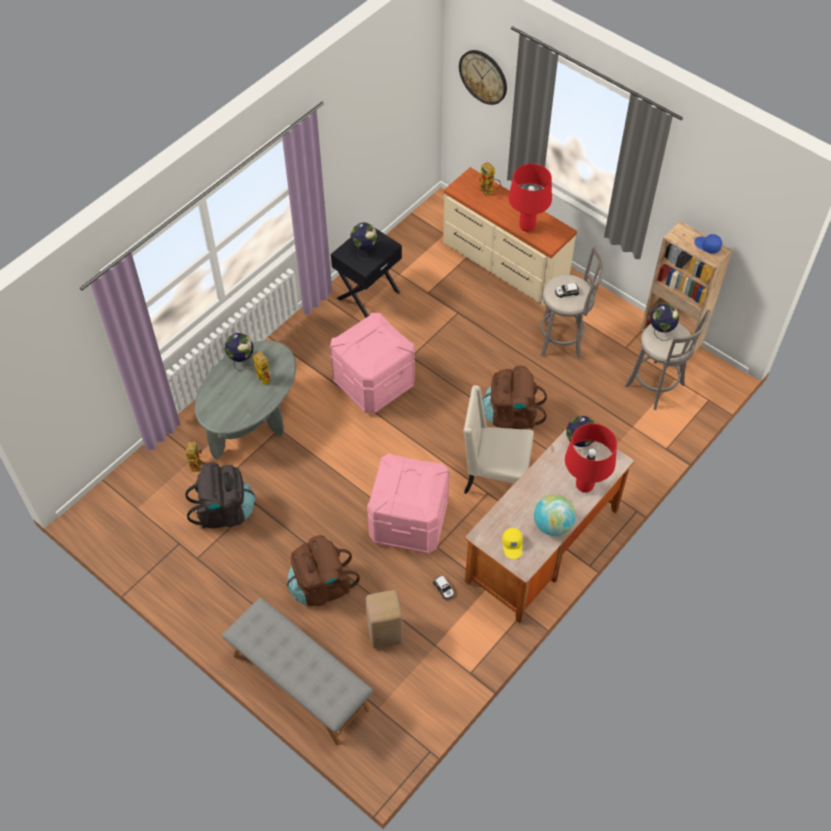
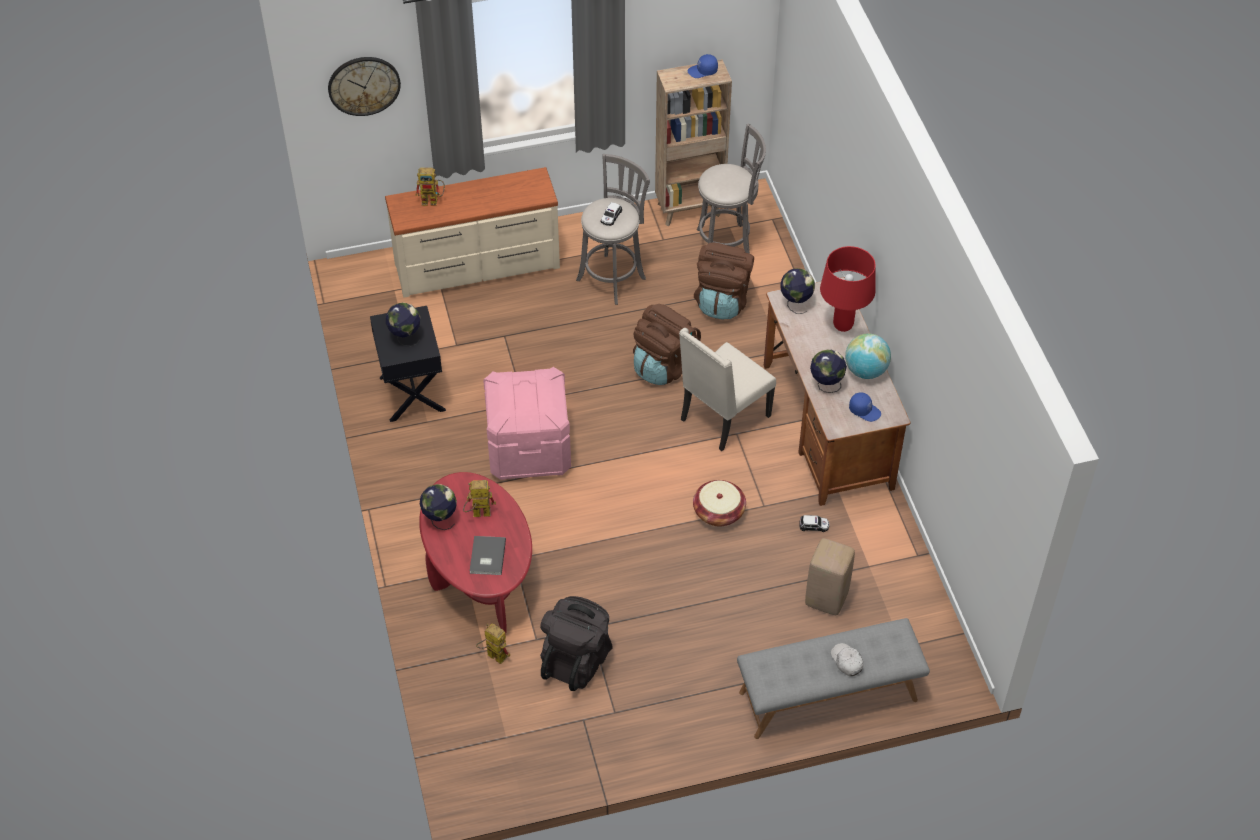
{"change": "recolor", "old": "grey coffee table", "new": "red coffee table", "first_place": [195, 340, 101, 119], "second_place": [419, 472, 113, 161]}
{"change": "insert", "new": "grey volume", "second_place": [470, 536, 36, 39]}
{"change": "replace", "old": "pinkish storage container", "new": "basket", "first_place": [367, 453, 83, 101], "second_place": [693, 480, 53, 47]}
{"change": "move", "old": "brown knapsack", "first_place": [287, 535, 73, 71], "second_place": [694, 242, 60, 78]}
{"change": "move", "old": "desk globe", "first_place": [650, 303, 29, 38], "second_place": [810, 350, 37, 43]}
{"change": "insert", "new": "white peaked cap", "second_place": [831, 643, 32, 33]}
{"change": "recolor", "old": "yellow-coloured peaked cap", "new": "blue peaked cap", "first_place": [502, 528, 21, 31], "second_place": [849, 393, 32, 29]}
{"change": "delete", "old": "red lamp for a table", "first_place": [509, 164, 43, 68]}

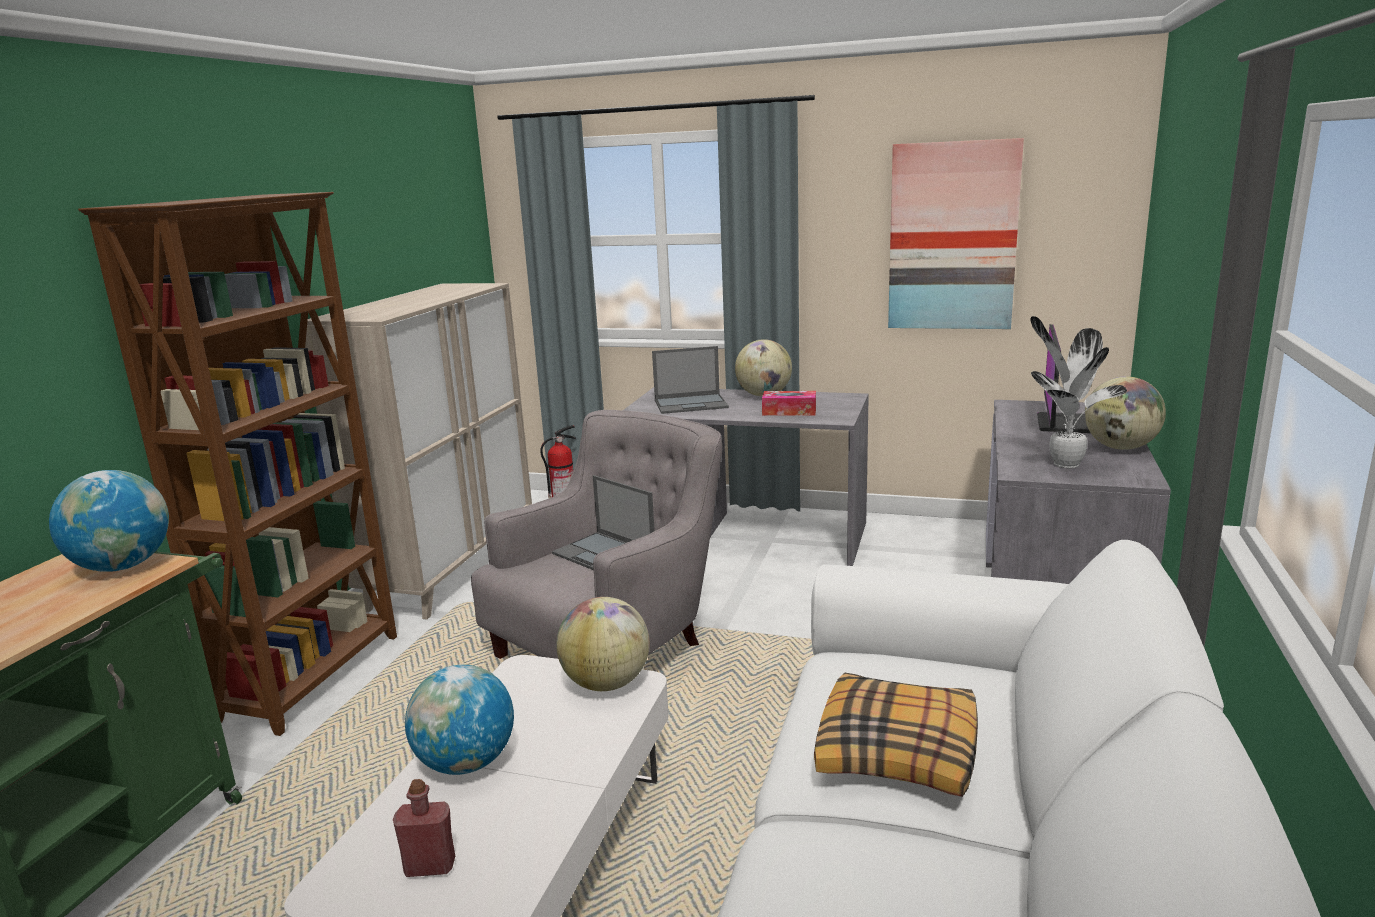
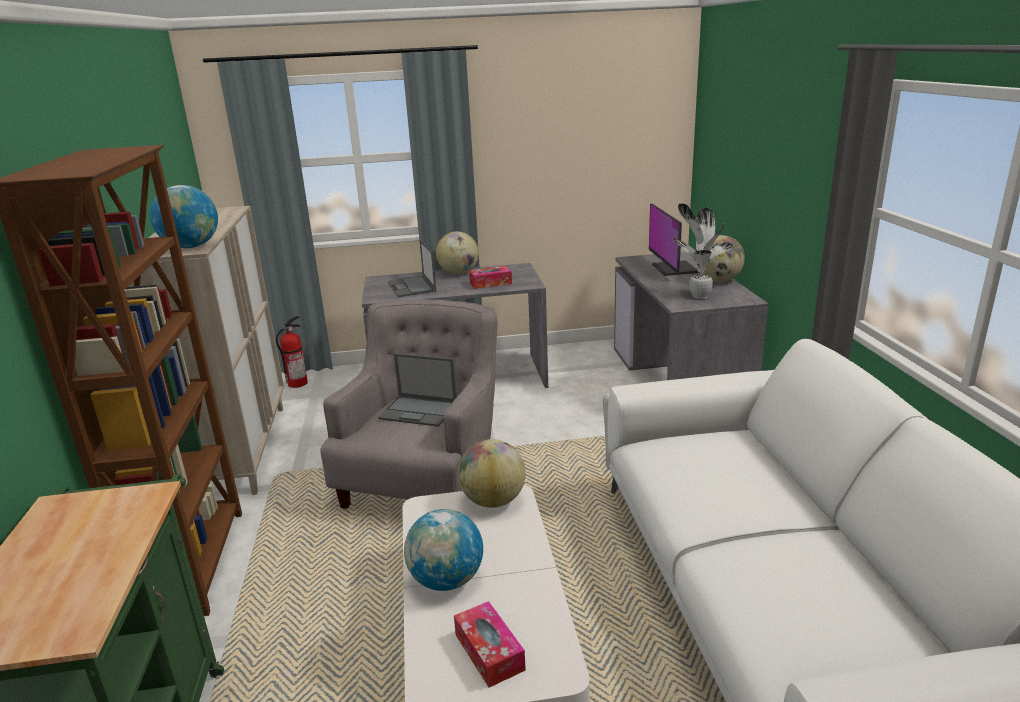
{"change": "move", "old": "desk globe", "first_place": [49, 470, 120, 102], "second_place": [150, 185, 68, 63]}
{"change": "rotate", "old": "portable computer", "first_place": [652, 346, 77, 68], "second_place": [388, 240, 48, 57], "degrees": 105}
{"change": "replace", "old": "red bottle", "new": "tissue holder", "first_place": [393, 779, 62, 98], "second_place": [454, 601, 72, 86]}
{"change": "delete", "old": "pillow", "first_place": [814, 673, 164, 124]}
{"change": "delete", "old": "wall picture", "first_place": [888, 138, 136, 191]}

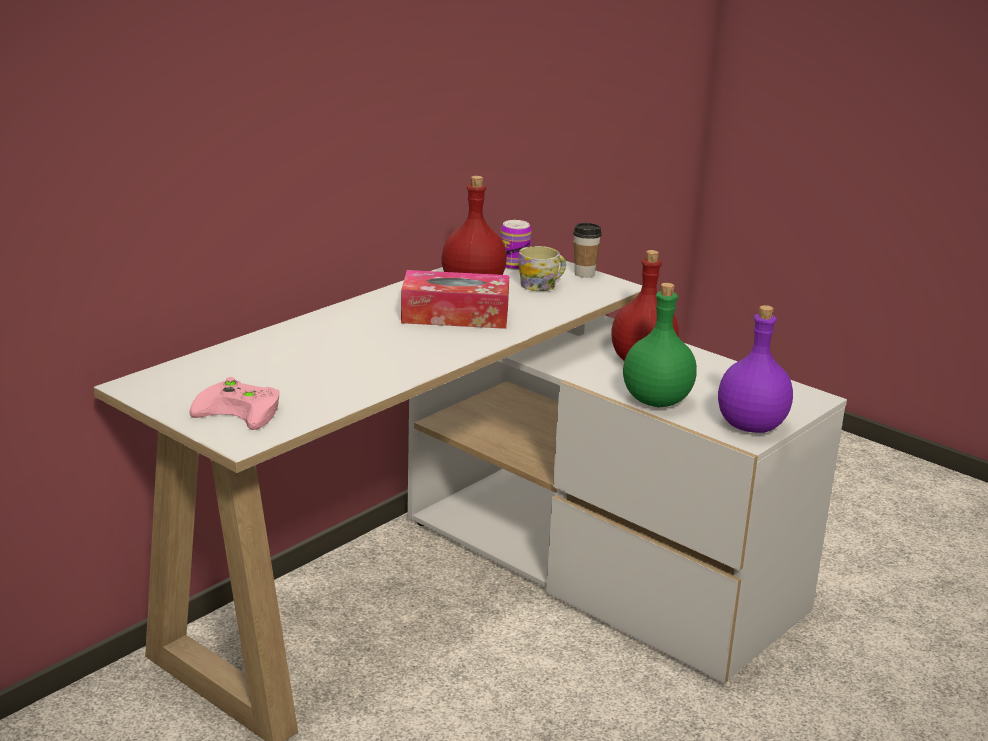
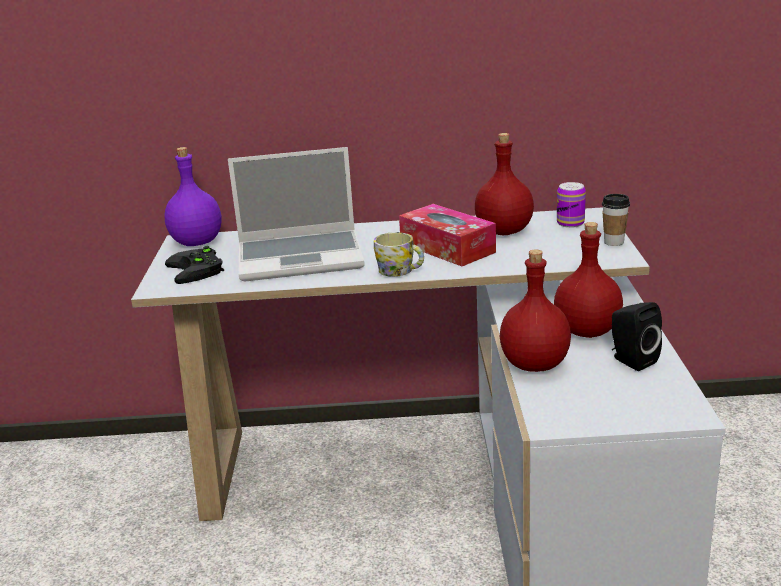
{"change": "move", "old": "purple bottle", "first_place": [718, 305, 75, 128], "second_place": [164, 147, 58, 99]}
{"change": "recolor", "old": "pinkish gamepad", "new": "black-coloured gamepad", "first_place": [190, 377, 90, 53], "second_place": [165, 246, 59, 38]}
{"change": "insert", "new": "portable computer", "second_place": [228, 147, 137, 135]}
{"change": "move", "old": "tea mug", "first_place": [518, 246, 48, 45], "second_place": [374, 232, 50, 45]}
{"change": "recolor", "old": "greenish bottle", "new": "red bottle", "first_place": [623, 283, 74, 124], "second_place": [500, 249, 71, 123]}
{"change": "insert", "new": "black-coloured loudspeaker", "second_place": [612, 302, 50, 69]}

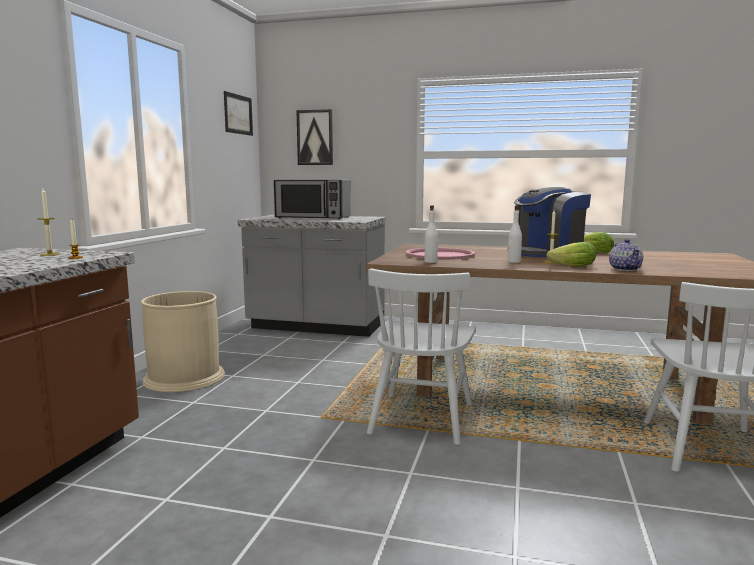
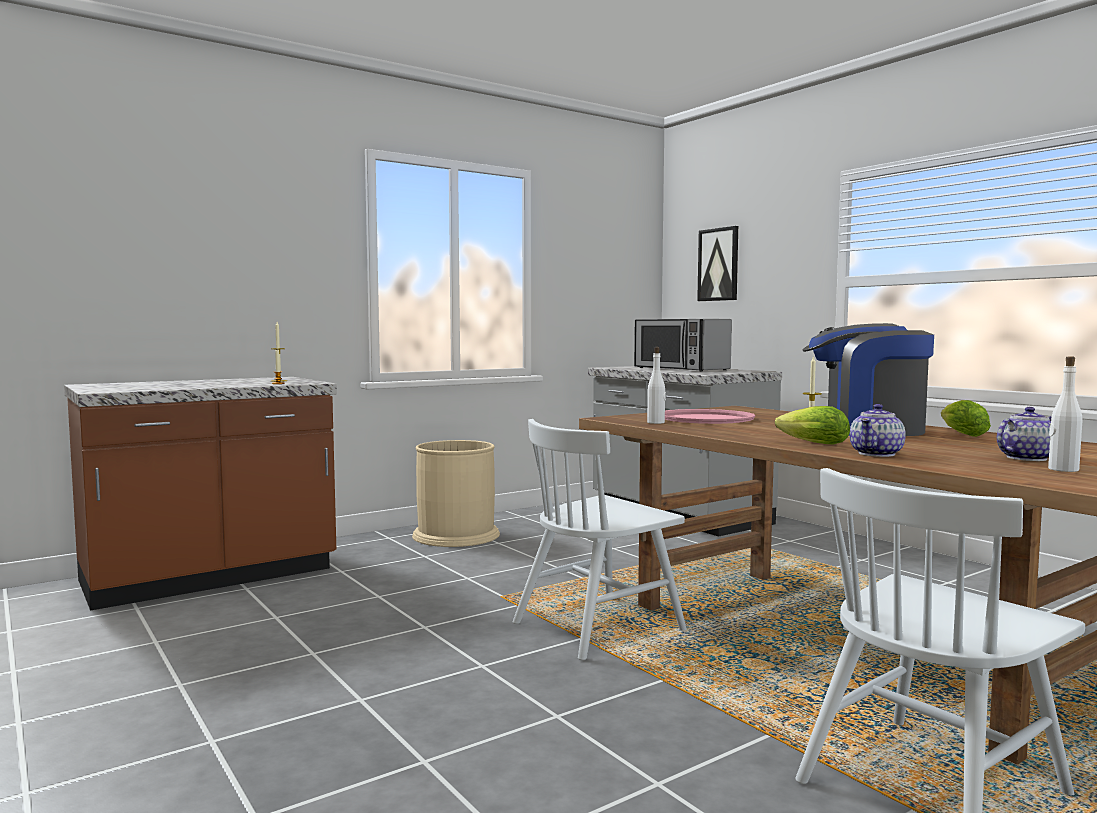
{"change": "insert", "new": "pot for tea", "second_place": [997, 407, 55, 54]}
{"change": "move", "old": "white bottle", "first_place": [508, 205, 14, 58], "second_place": [1048, 356, 34, 116]}
{"change": "delete", "old": "wall picture", "first_place": [224, 91, 29, 45]}

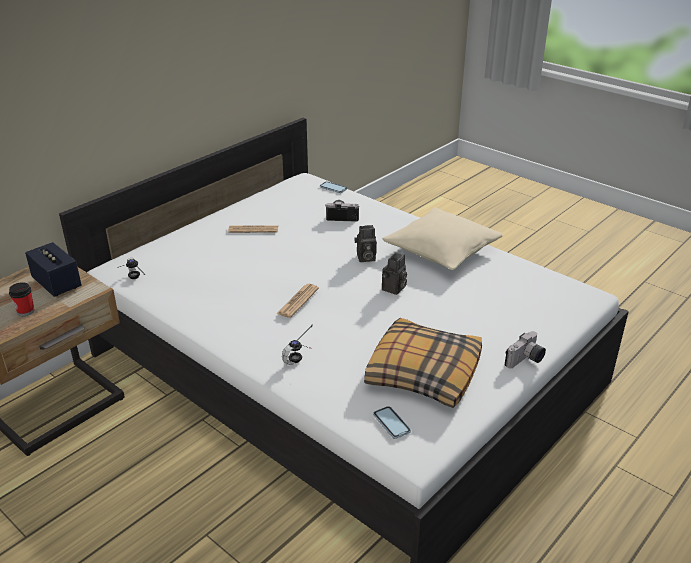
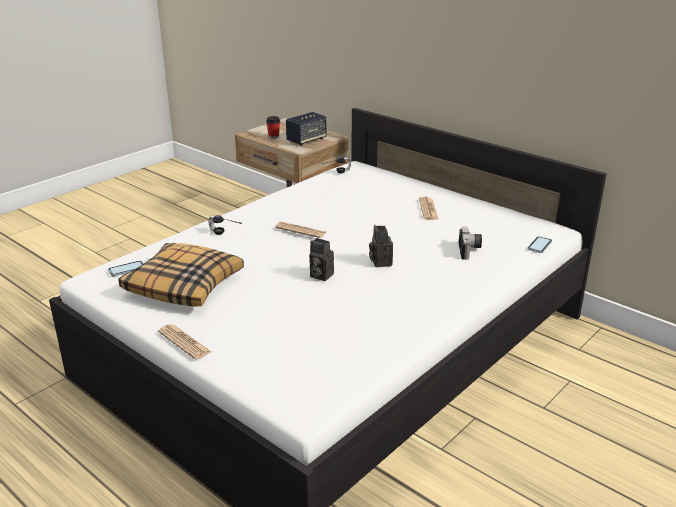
{"change": "replace", "old": "still camera", "new": "daily paper", "first_place": [505, 331, 41, 37], "second_place": [158, 324, 53, 36]}
{"change": "delete", "old": "beige pillow", "first_place": [382, 207, 121, 63]}

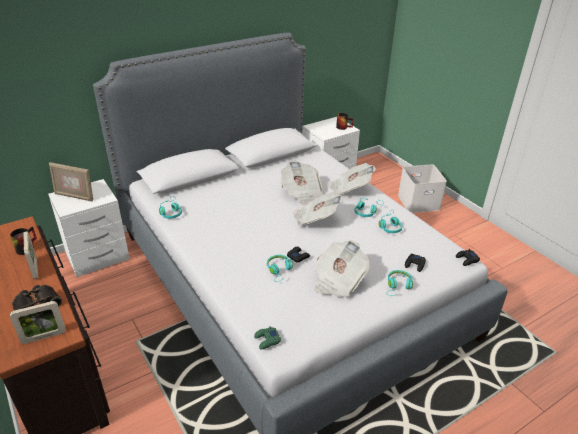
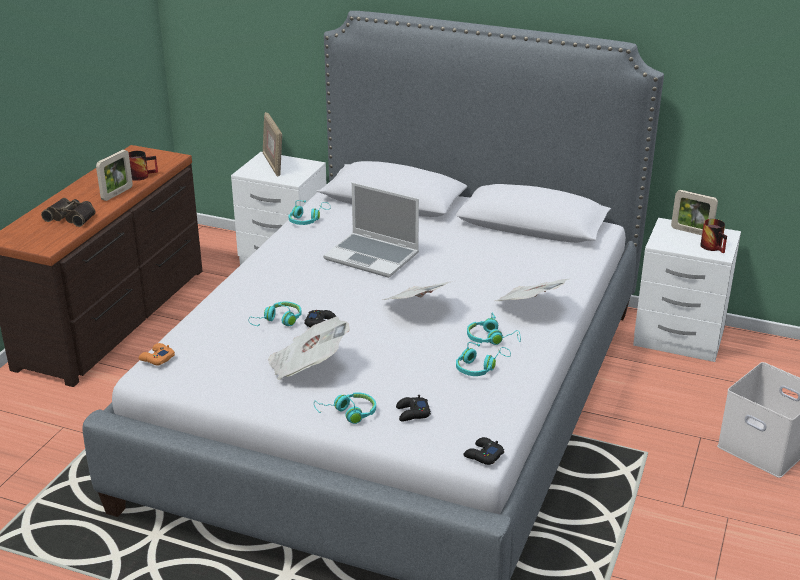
{"change": "recolor", "old": "greenish gamepad", "new": "orange gamepad", "first_place": [254, 326, 27, 24], "second_place": [139, 343, 36, 23]}
{"change": "insert", "new": "portable computer", "second_place": [323, 182, 96, 96]}
{"change": "move", "old": "standing frame", "first_place": [10, 301, 55, 43], "second_place": [671, 190, 47, 45]}
{"change": "delete", "old": "daily paper", "first_place": [281, 161, 42, 45]}

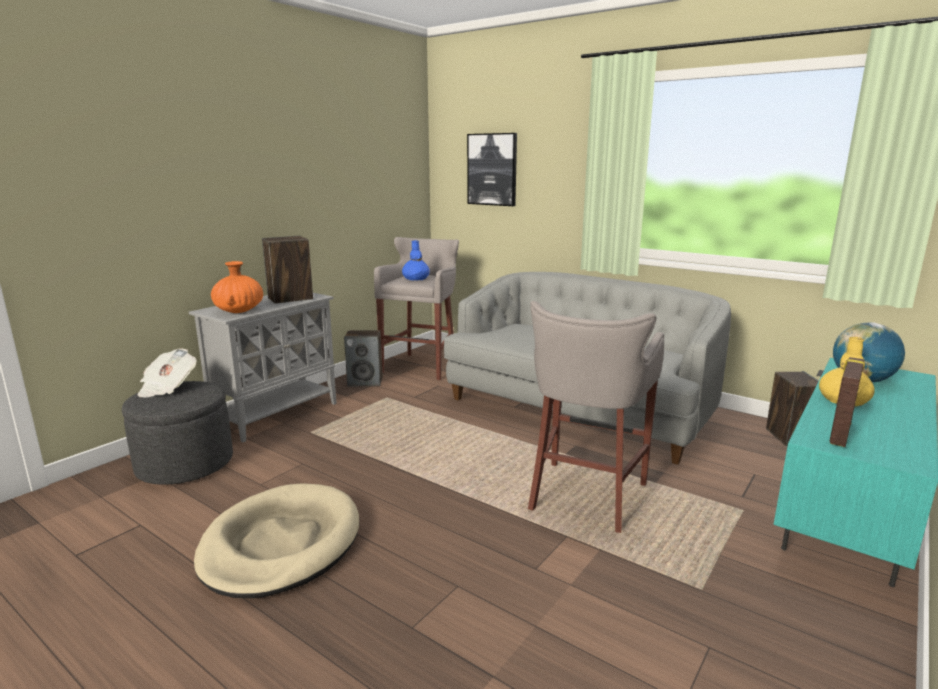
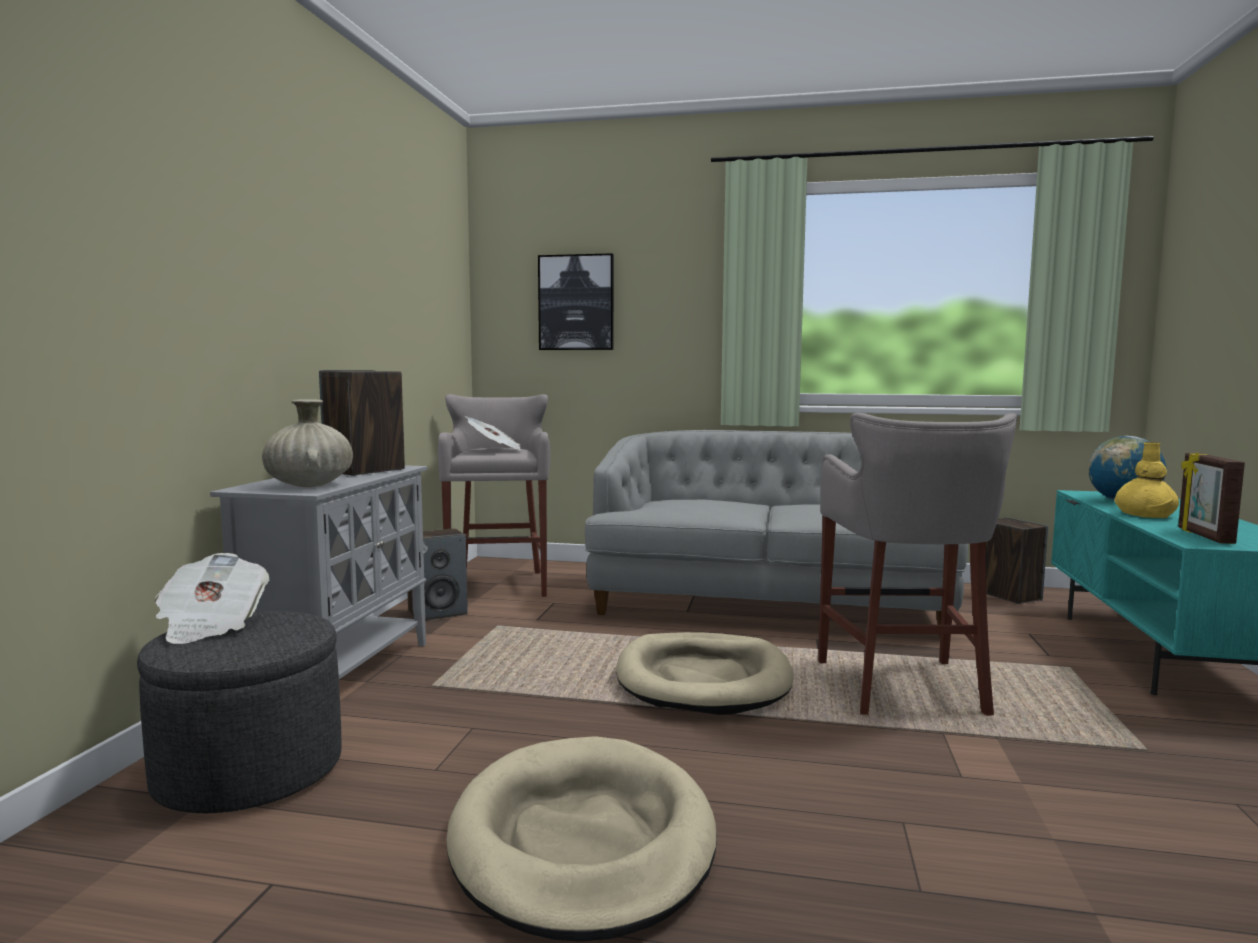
{"change": "recolor", "old": "orange decorative vase", "new": "beige decorative vase", "first_place": [211, 261, 52, 52], "second_place": [262, 399, 91, 88]}
{"change": "replace", "old": "blue decorative vase", "new": "daily paper", "first_place": [402, 240, 28, 41], "second_place": [465, 416, 57, 35]}
{"change": "insert", "new": "beige dog cushion", "second_place": [616, 632, 178, 83]}

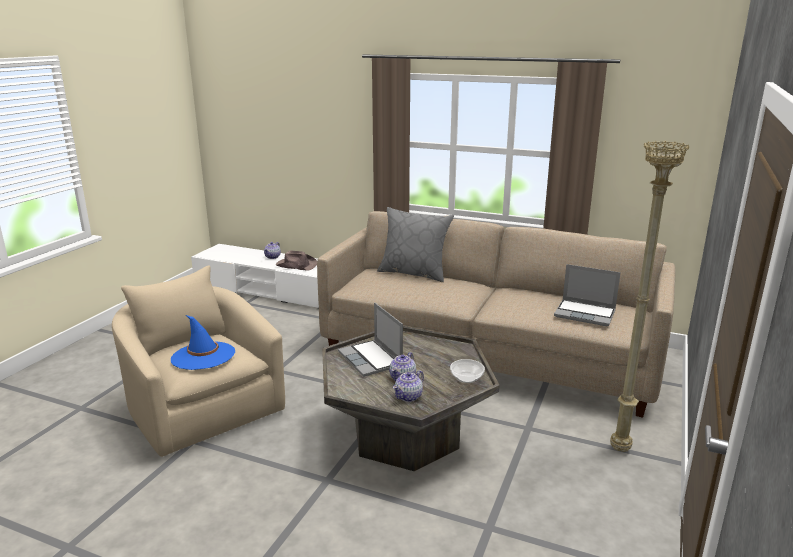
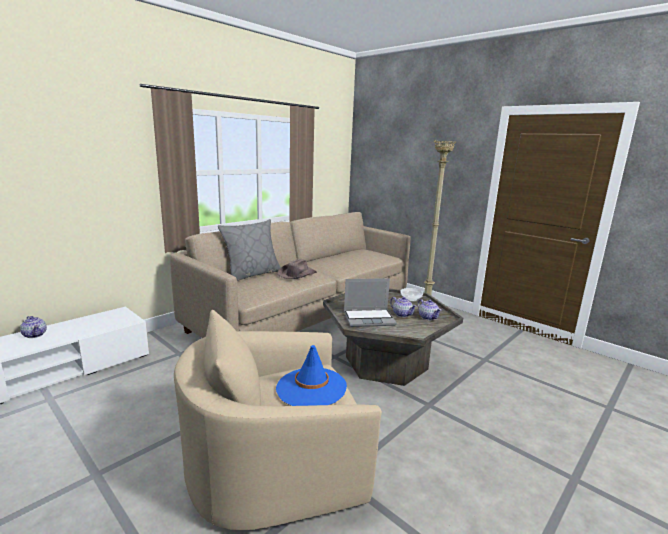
{"change": "move", "old": "brown clothing hat", "first_place": [276, 251, 41, 19], "second_place": [277, 259, 40, 20]}
{"change": "delete", "old": "portable computer", "first_place": [554, 264, 67, 62]}

